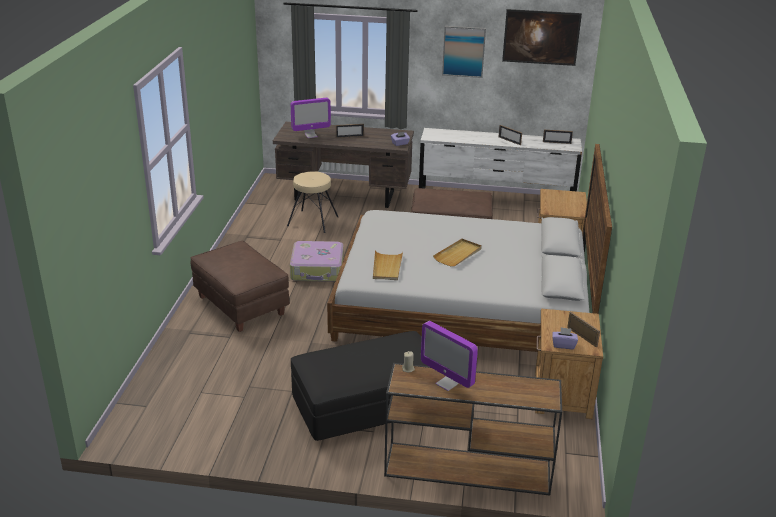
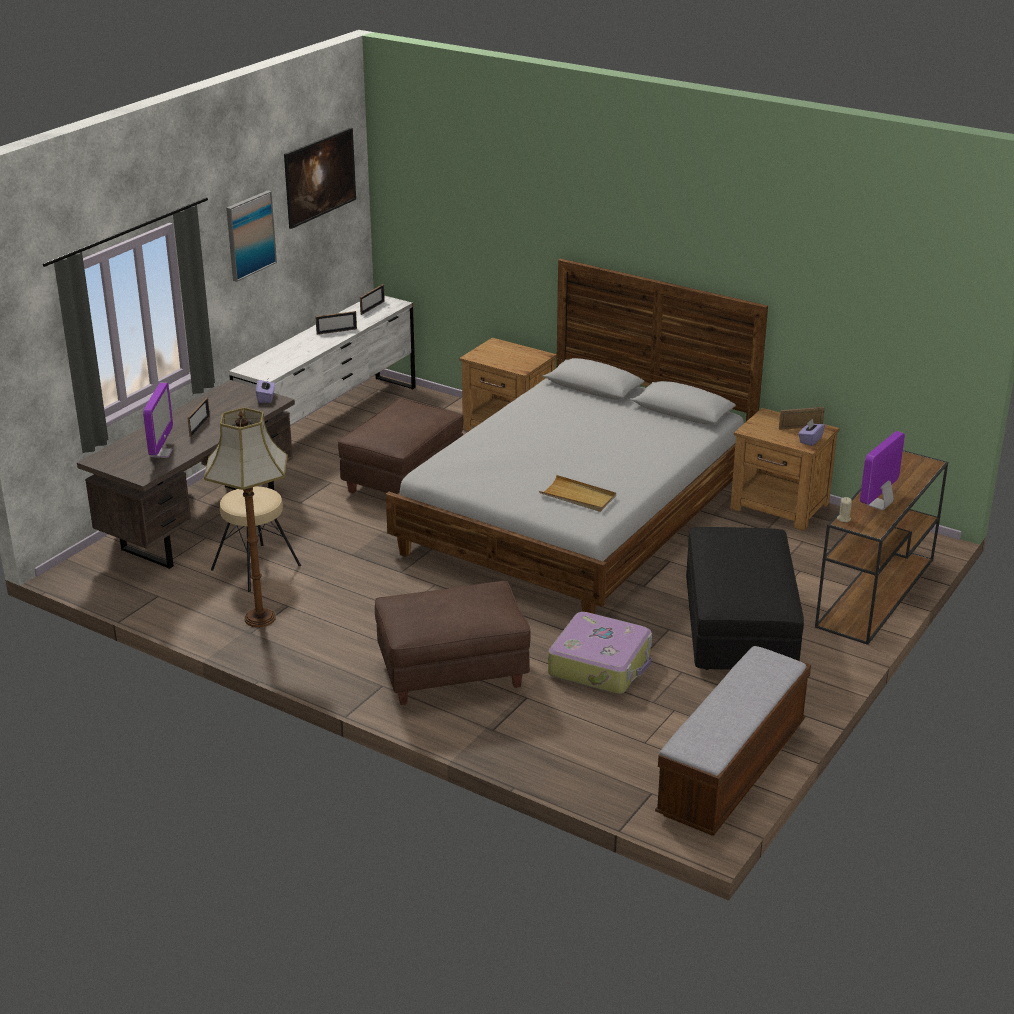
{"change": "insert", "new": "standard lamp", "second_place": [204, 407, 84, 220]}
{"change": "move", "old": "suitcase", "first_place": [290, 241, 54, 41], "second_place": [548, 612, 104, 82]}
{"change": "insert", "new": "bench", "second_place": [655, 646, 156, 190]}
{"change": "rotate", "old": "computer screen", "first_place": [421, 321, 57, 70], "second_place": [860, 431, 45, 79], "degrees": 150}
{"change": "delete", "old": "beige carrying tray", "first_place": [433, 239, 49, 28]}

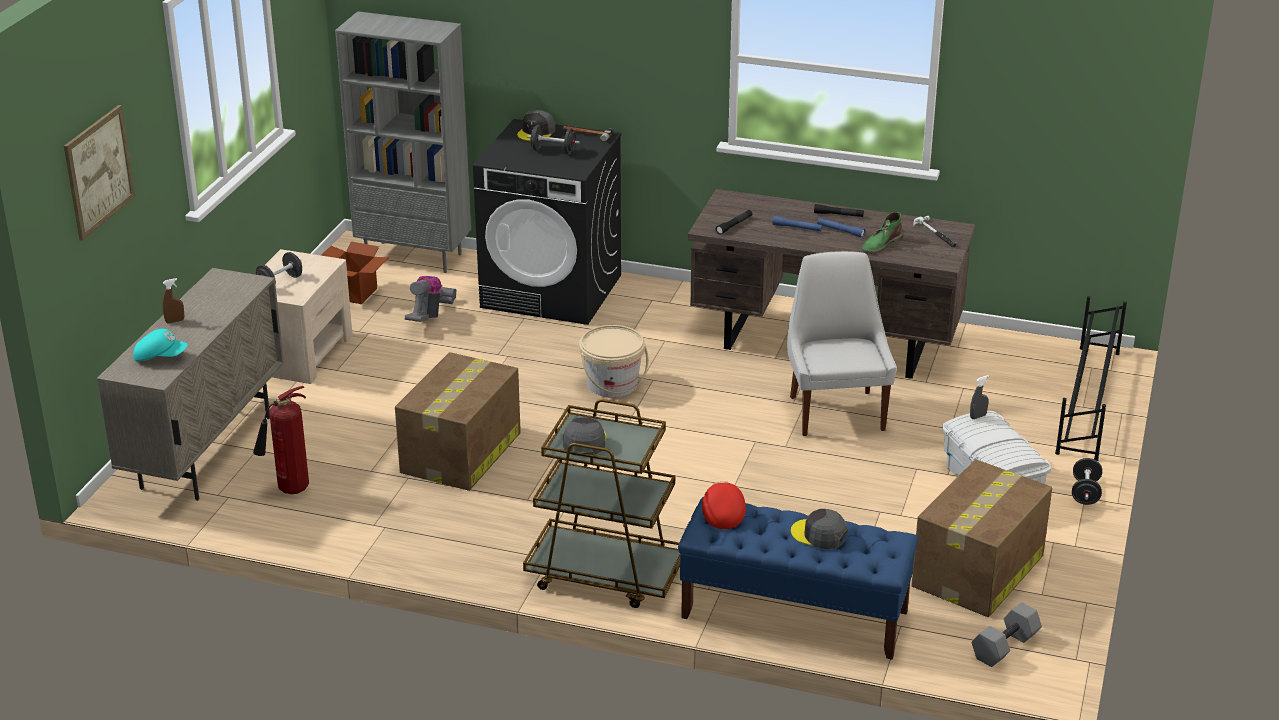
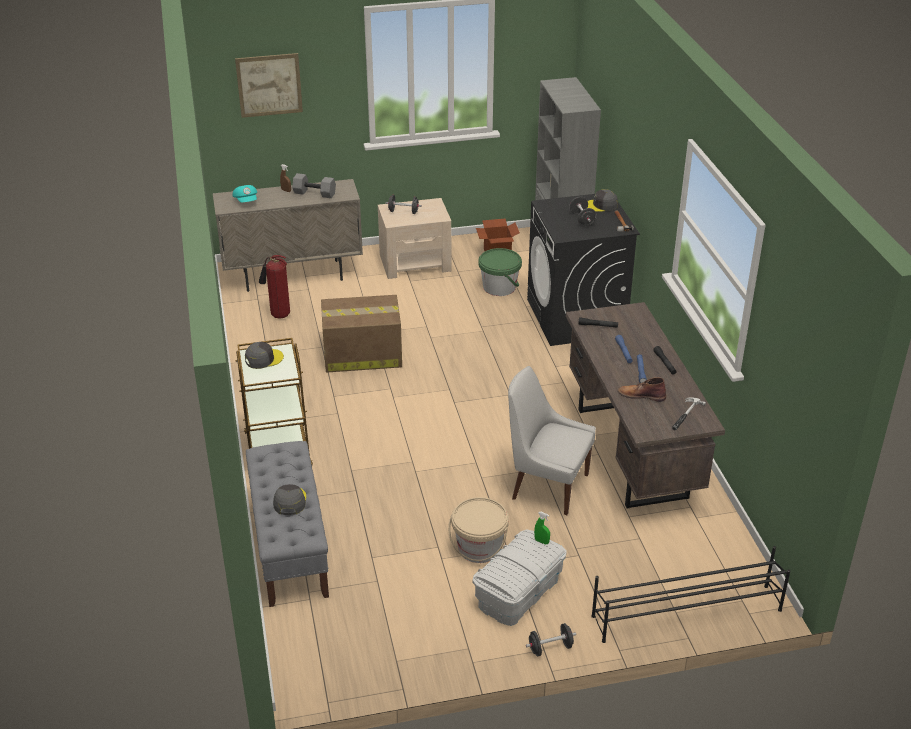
{"change": "recolor", "old": "blue bench", "new": "grey bench", "first_place": [678, 497, 240, 163], "second_place": [246, 441, 83, 166]}
{"change": "move", "old": "grey free weight", "first_place": [972, 603, 70, 64], "second_place": [292, 173, 44, 25]}
{"change": "move", "old": "beige pail", "first_place": [579, 325, 70, 73], "second_place": [448, 497, 61, 66]}
{"change": "replace", "old": "hoover", "new": "greenish pail", "first_place": [405, 276, 52, 46], "second_place": [478, 248, 44, 48]}
{"change": "rotate", "old": "white plain chair", "first_place": [787, 251, 110, 185], "second_place": [508, 366, 88, 149], "degrees": -120}
{"change": "recolor", "old": "grey hand sprayer", "new": "greenish hand sprayer", "first_place": [970, 375, 19, 44], "second_place": [534, 512, 16, 32]}
{"change": "recolor", "old": "greenish boot", "new": "brown boot", "first_place": [861, 212, 42, 42], "second_place": [618, 377, 48, 25]}
{"change": "delete", "old": "red peaked cap", "first_place": [702, 481, 44, 48]}
{"change": "delete", "old": "carton", "first_place": [911, 459, 141, 158]}

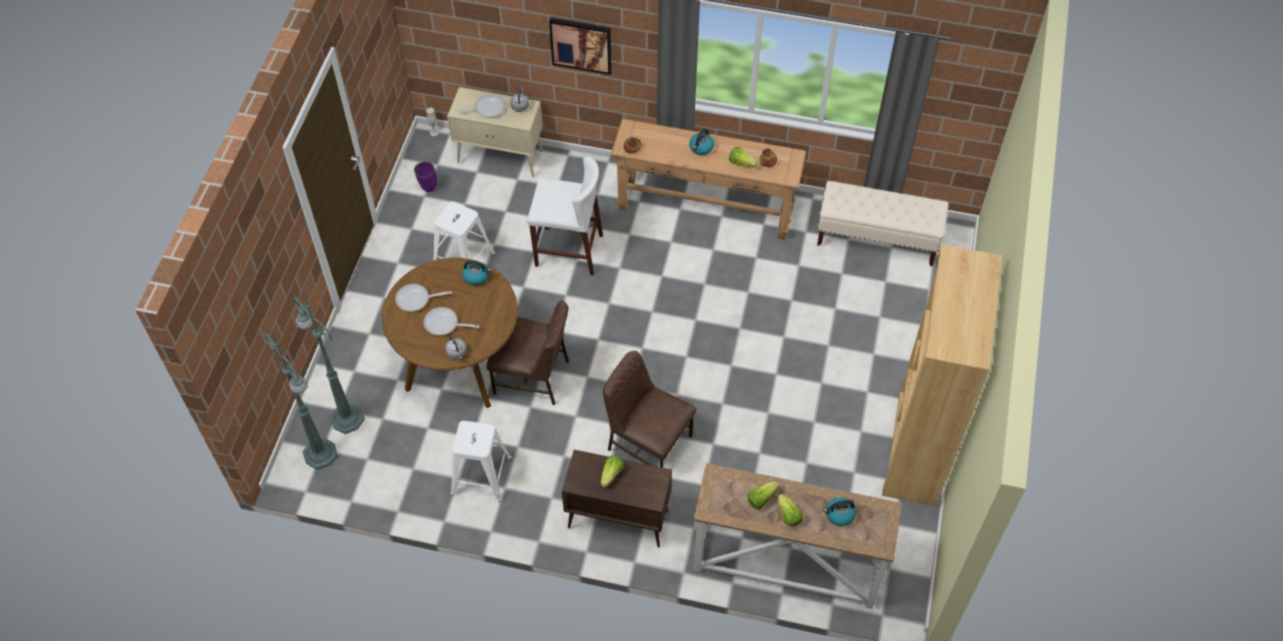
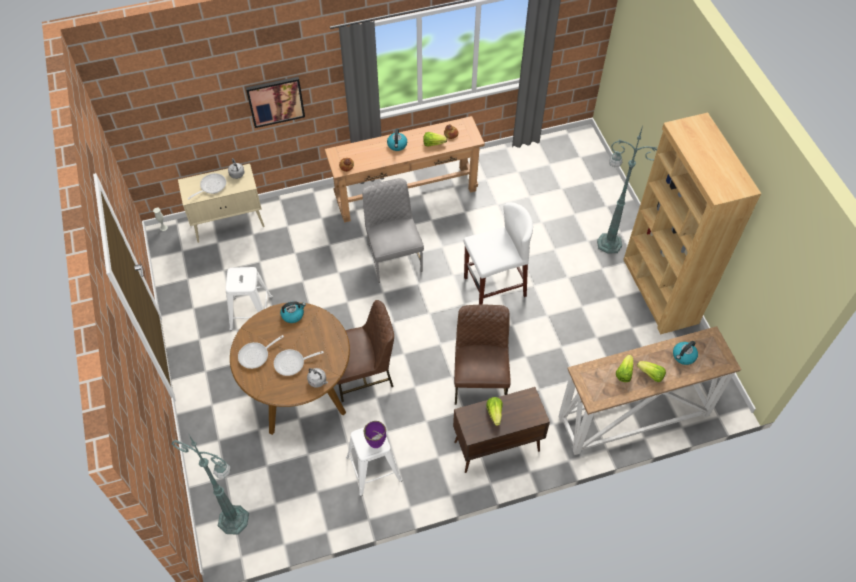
{"change": "insert", "new": "grey plain chair", "second_place": [362, 178, 62, 105]}
{"change": "move", "old": "purple decorative vase", "first_place": [414, 162, 23, 30], "second_place": [363, 421, 23, 27]}
{"change": "rotate", "old": "brown plain chair", "first_place": [603, 351, 93, 117], "second_place": [454, 305, 57, 100], "degrees": 90}
{"change": "move", "old": "white sitting stool", "first_place": [527, 156, 76, 119], "second_place": [464, 202, 69, 103]}
{"change": "move", "old": "greenish standard lamp", "first_place": [293, 293, 72, 141], "second_place": [597, 126, 60, 128]}
{"change": "delete", "old": "beige bench", "first_place": [817, 181, 132, 85]}

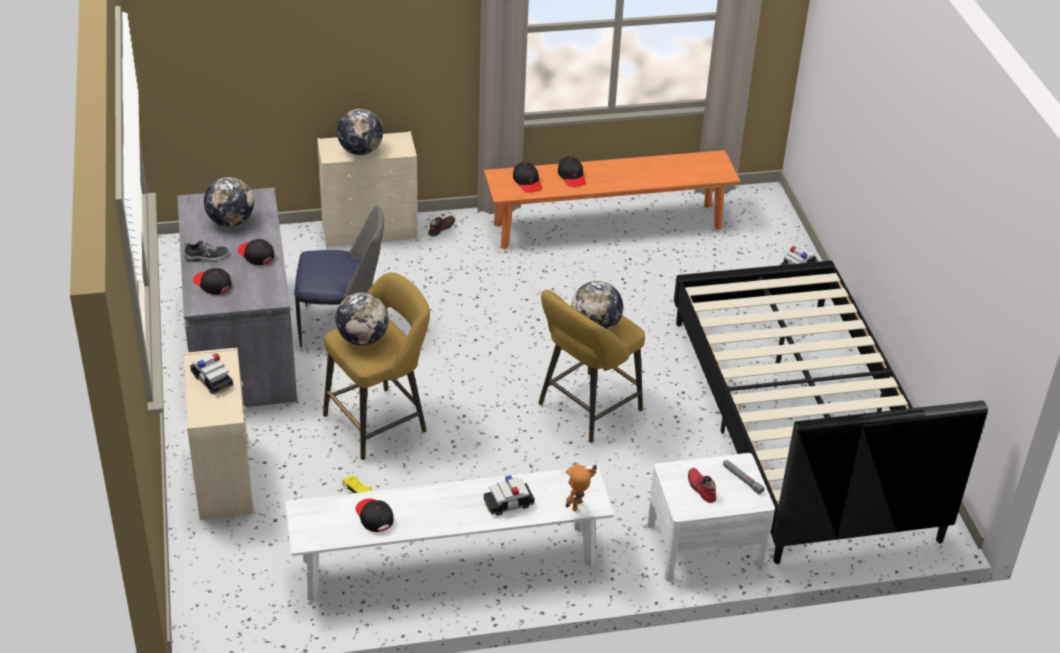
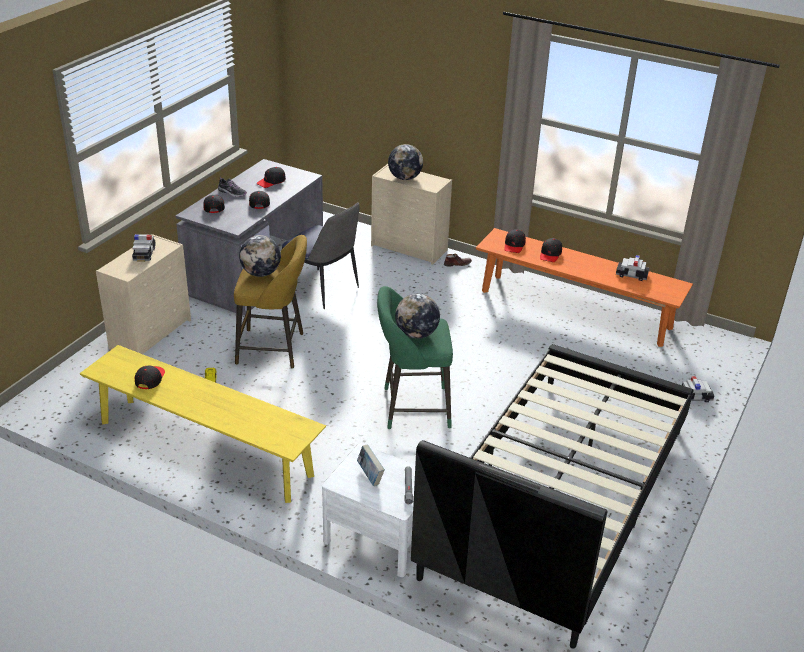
{"change": "recolor", "old": "white bench", "new": "yellow-coloured bench", "first_place": [285, 465, 329, 137], "second_place": [80, 345, 246, 158]}
{"change": "replace", "old": "desk globe", "new": "black-coloured peaked cap", "first_place": [204, 177, 50, 50], "second_place": [257, 167, 29, 21]}
{"change": "replace", "old": "red low shoe", "new": "volume", "first_place": [688, 468, 28, 35], "second_place": [357, 445, 28, 41]}
{"change": "recolor", "old": "yellow-coloured sitting stool", "new": "greenish sitting stool", "first_place": [538, 290, 107, 153], "second_place": [377, 286, 76, 143]}
{"change": "move", "old": "toy car", "first_place": [484, 475, 50, 41], "second_place": [616, 255, 33, 26]}
{"change": "delete", "old": "robot figure", "first_place": [565, 463, 32, 48]}

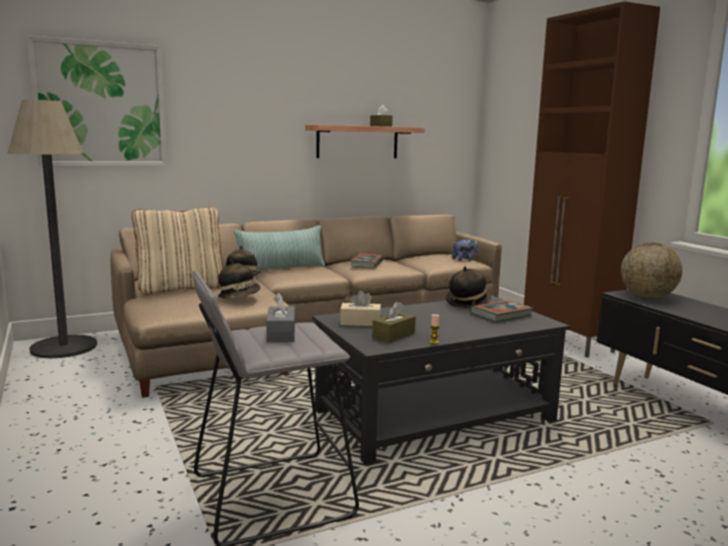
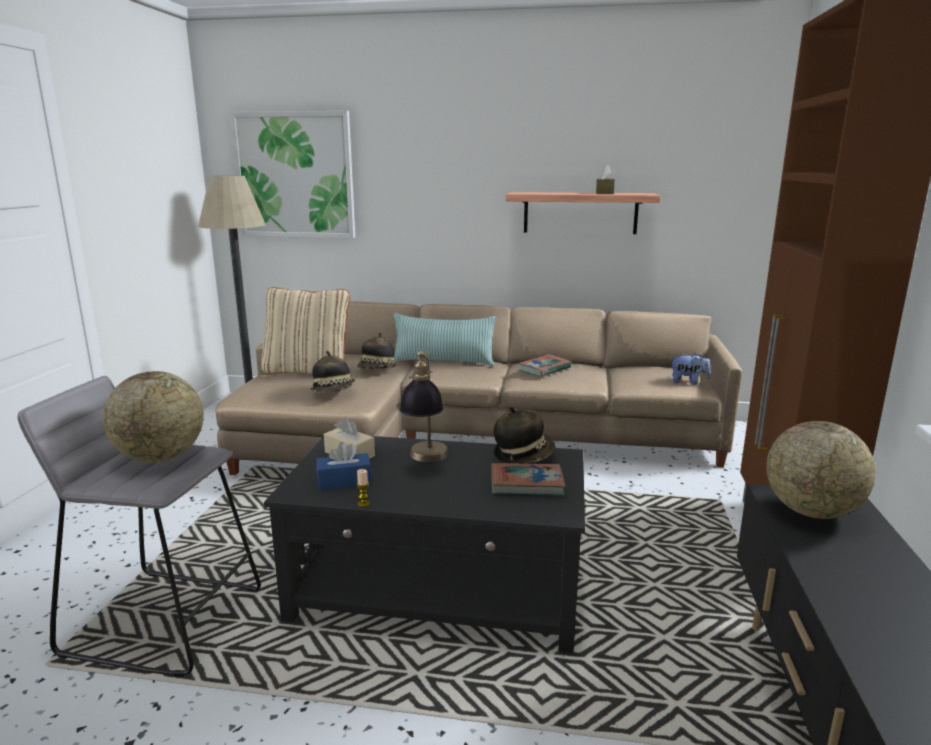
{"change": "replace", "old": "grey tissue holder", "new": "desk globe", "first_place": [266, 293, 29, 49], "second_place": [103, 371, 101, 92]}
{"change": "recolor", "old": "brown tissue holder", "new": "blue tissue holder", "first_place": [372, 301, 44, 42], "second_place": [317, 442, 55, 48]}
{"change": "insert", "new": "lamp for a table", "second_place": [399, 351, 50, 111]}

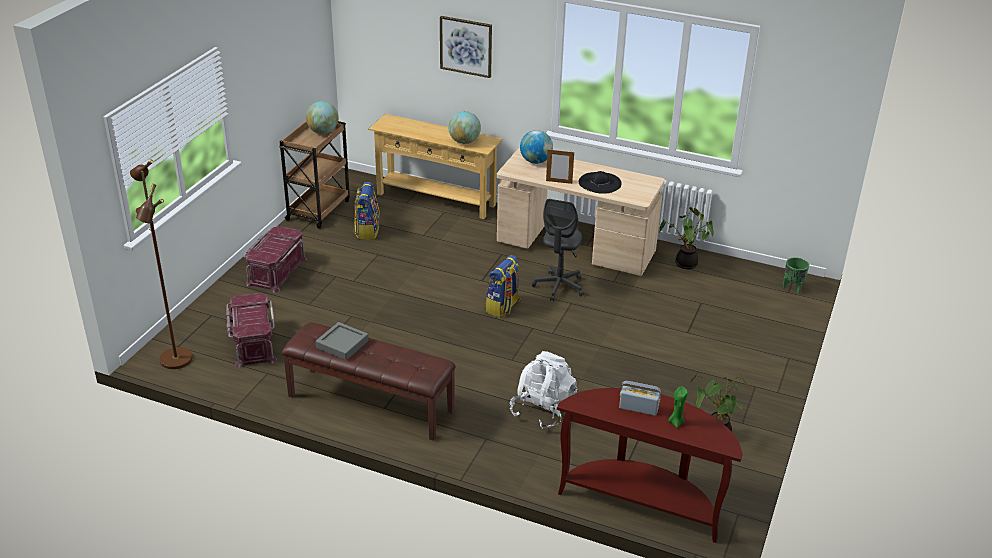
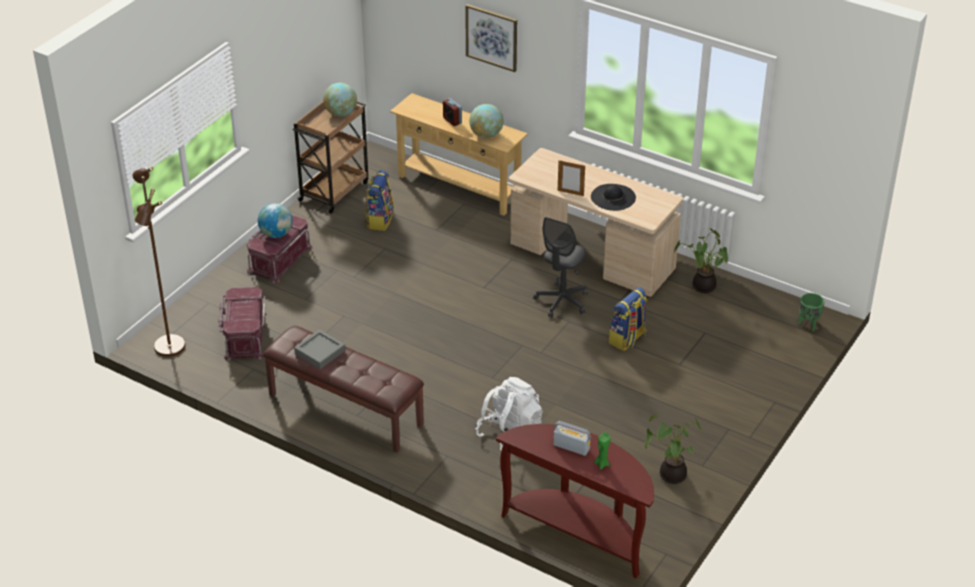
{"change": "move", "old": "desk globe", "first_place": [520, 130, 33, 34], "second_place": [258, 203, 35, 35]}
{"change": "insert", "new": "bedside clock", "second_place": [443, 98, 19, 28]}
{"change": "move", "old": "knapsack", "first_place": [486, 255, 35, 63], "second_place": [609, 287, 39, 64]}

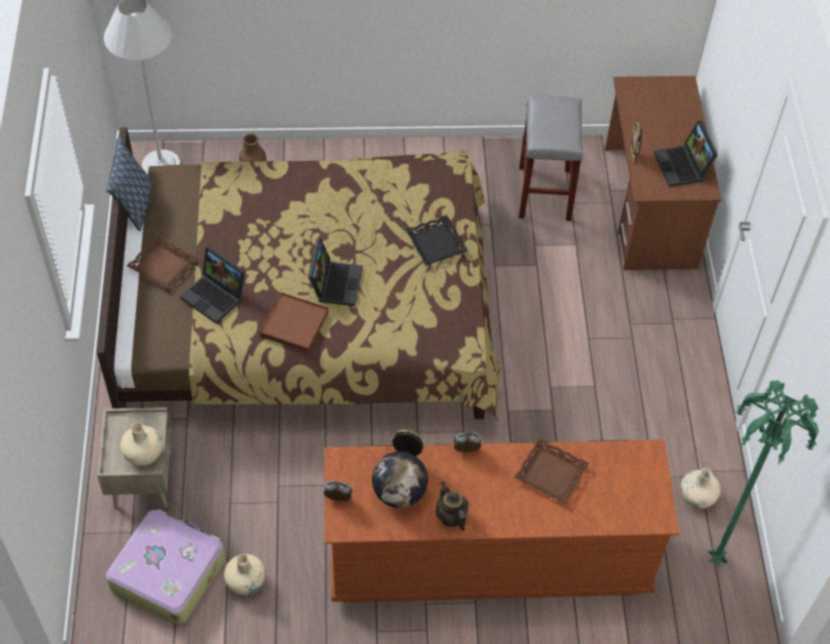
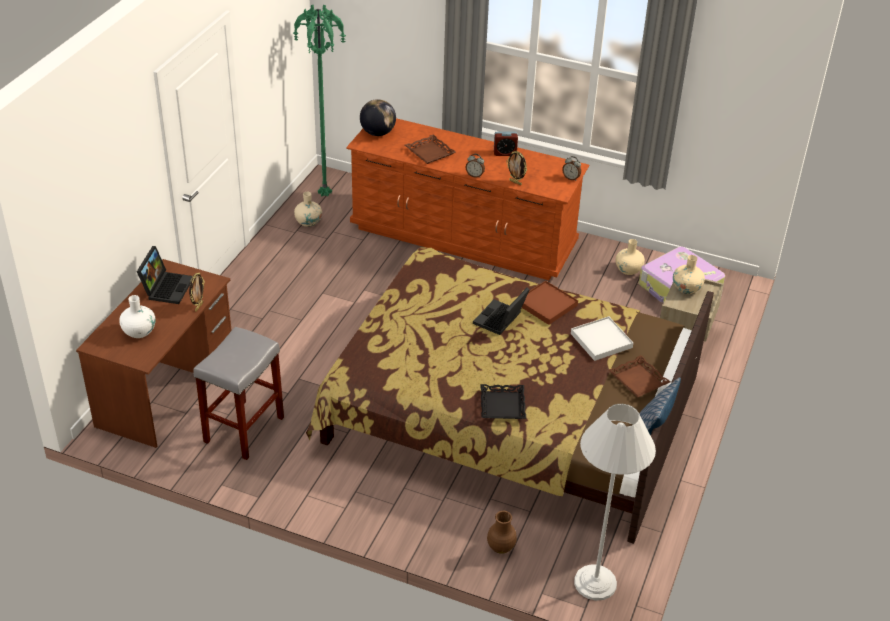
{"change": "insert", "new": "white decorative vase", "second_place": [119, 295, 37, 43]}
{"change": "move", "old": "desk globe", "first_place": [372, 451, 56, 57], "second_place": [360, 99, 36, 37]}
{"change": "move", "old": "black-coloured carrying tray", "first_place": [405, 215, 63, 51], "second_place": [481, 384, 45, 35]}
{"change": "replace", "old": "pot for tea", "new": "bedside clock", "first_place": [436, 481, 33, 50], "second_place": [494, 132, 24, 24]}
{"change": "replace", "old": "portable computer", "new": "white carrying tray", "first_place": [180, 246, 65, 78], "second_place": [571, 316, 62, 45]}

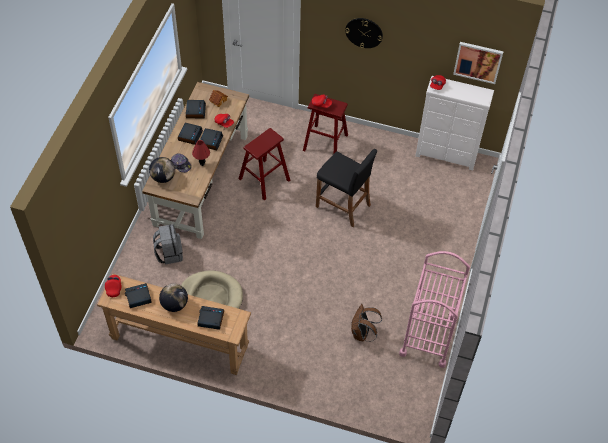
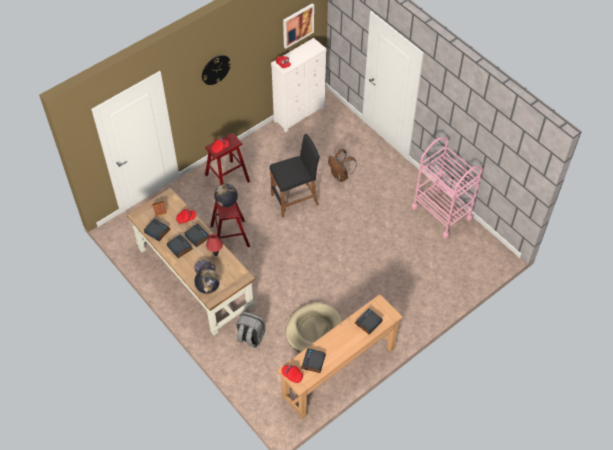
{"change": "move", "old": "desk globe", "first_place": [159, 284, 29, 28], "second_place": [214, 184, 24, 23]}
{"change": "move", "old": "brown knapsack", "first_place": [351, 304, 31, 37], "second_place": [328, 149, 29, 33]}

